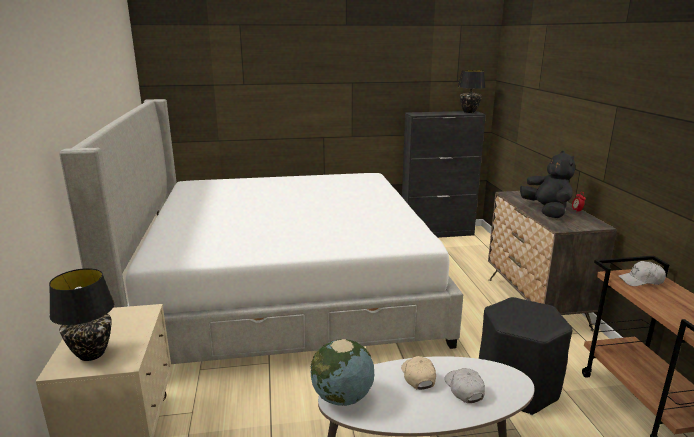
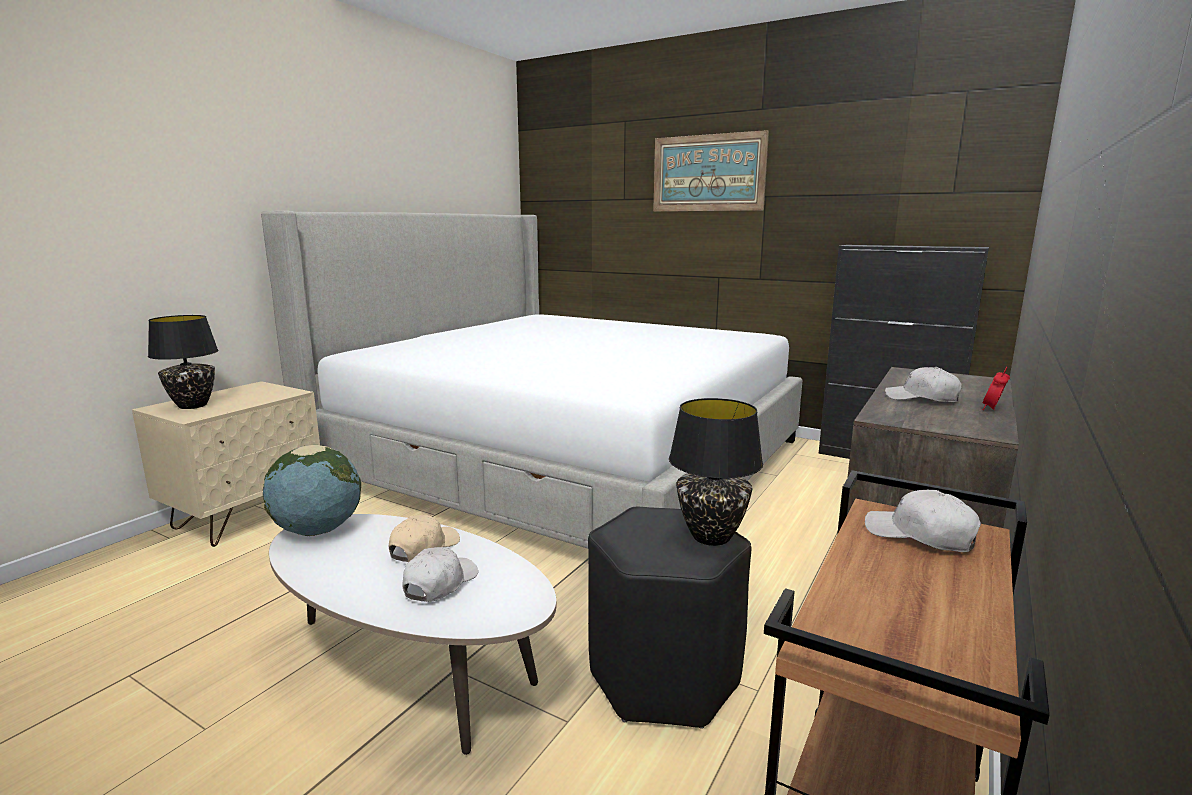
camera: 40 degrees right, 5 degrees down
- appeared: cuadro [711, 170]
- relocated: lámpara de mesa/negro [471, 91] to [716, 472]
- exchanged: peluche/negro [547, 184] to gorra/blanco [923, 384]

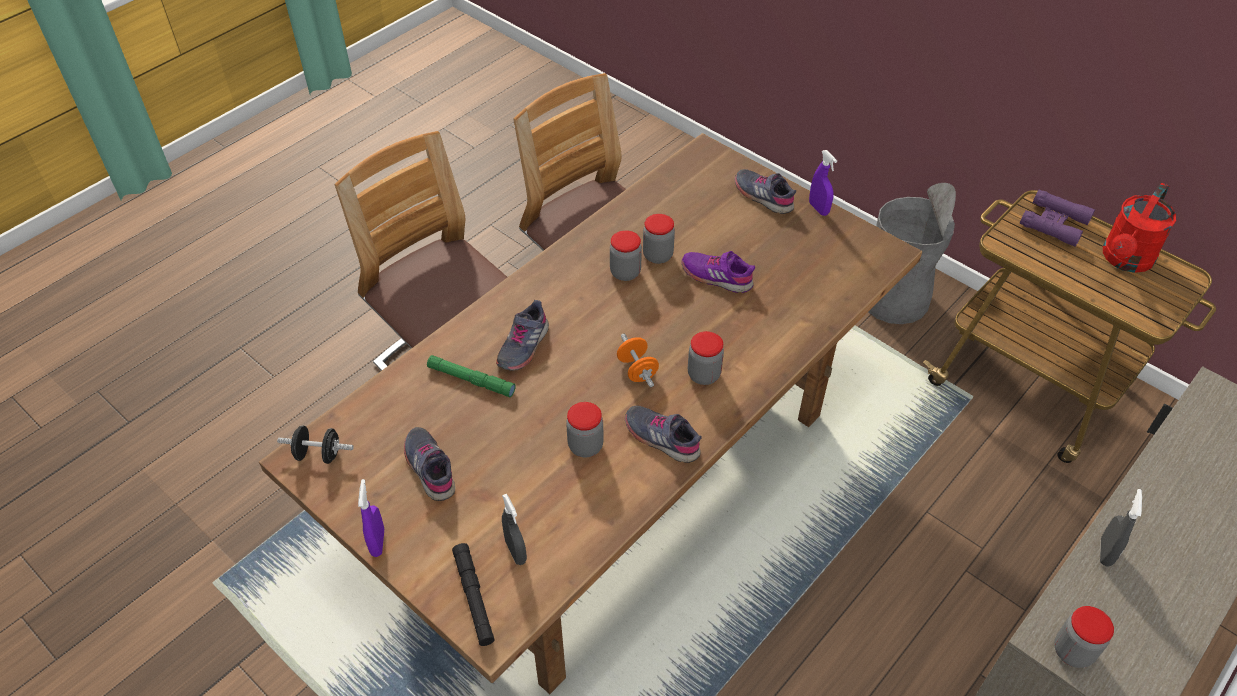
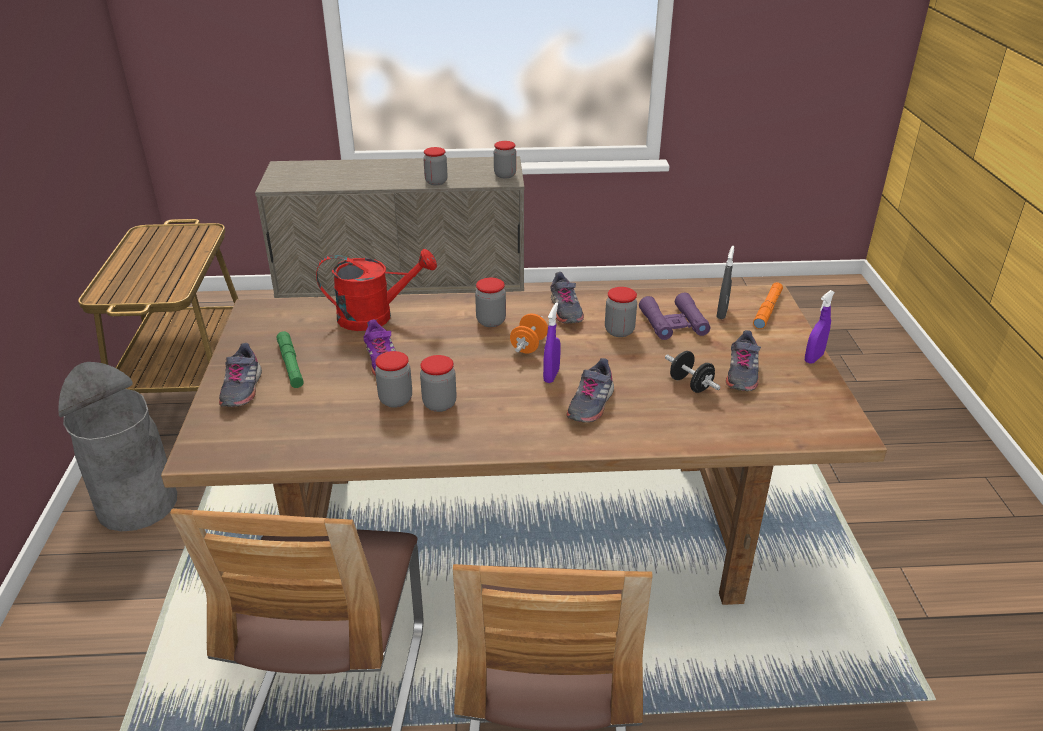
camera: 135 degrees left, 15 degrees down
- relocated: linterna/verde [471, 376] to [290, 359]
- relocated: regadera/rojo [1139, 228] to [376, 290]
- exchanged: pulverizador/gris [1121, 528] to tarro [435, 166]
- relocated: pulverizador/morado [823, 183] to [552, 342]
- spun: zapato/gris [522, 335] = [590, 390] 135 degrees clockwise
- relocated: prismáticos/morado [1057, 218] to [674, 316]
- relocated: mancuerna/negro [315, 444] to [693, 372]
- colour: linterna/negro [473, 594] to linterna/naranja [768, 305]

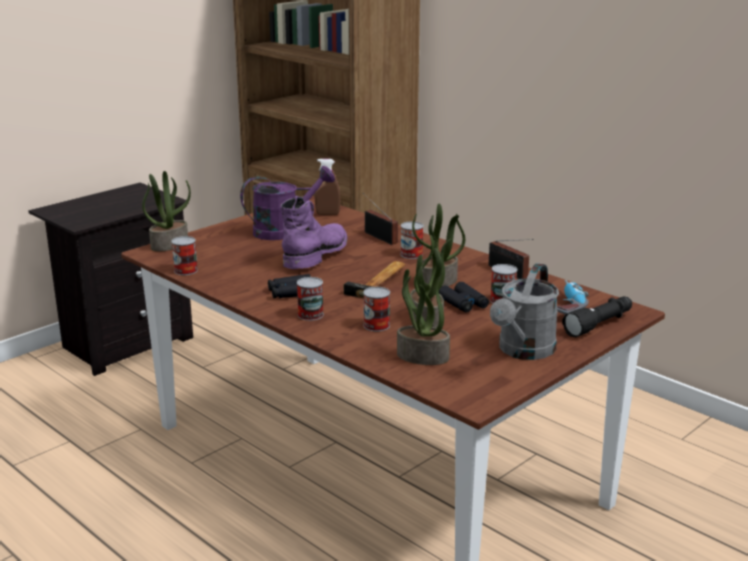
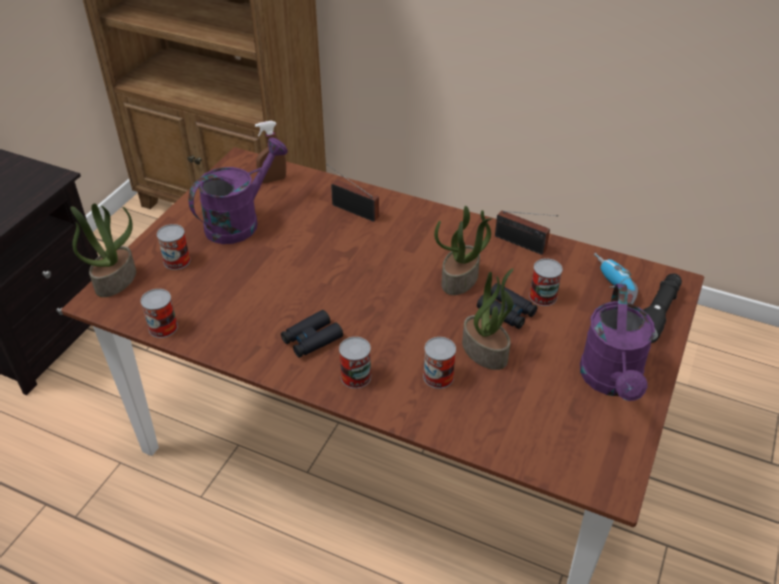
camera: 20 degrees left, 20 degrees up
- relocated: lata [411, 240] to [173, 247]
- colour: regadera/gris [524, 311] to regadera/morado [617, 342]
- missing: bota/morado [314, 232]
- missing: martillo [375, 279]
- missing: planta en maceta [423, 315]

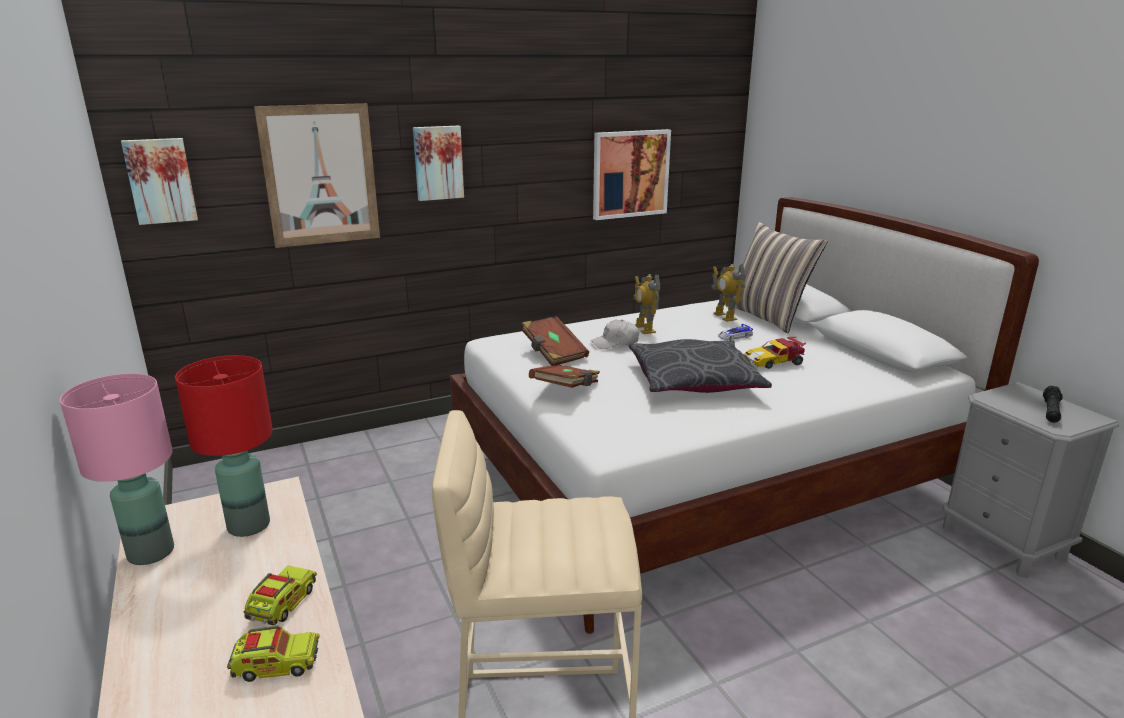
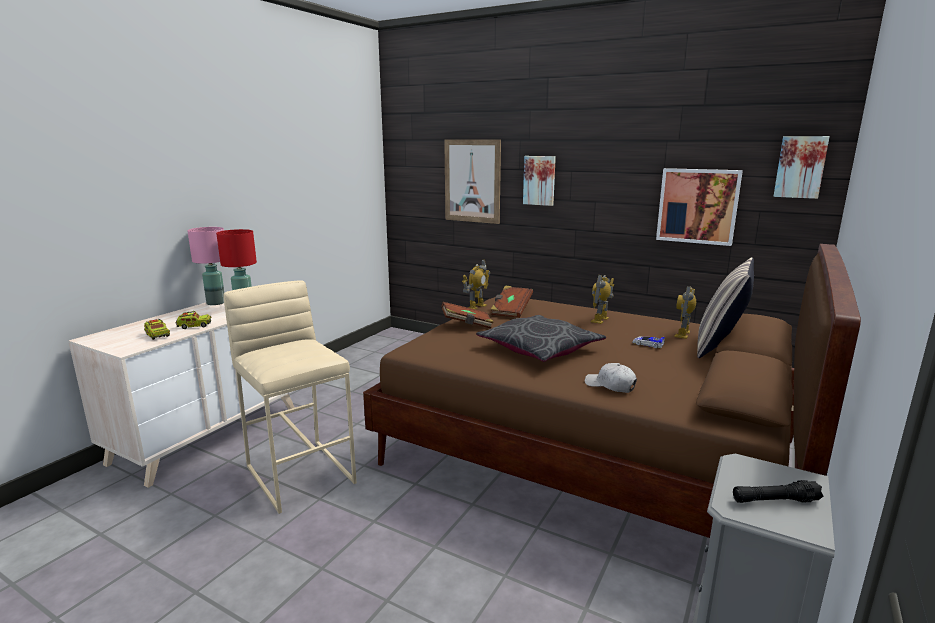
camera: 55 degrees right, 5 degrees down
- colour: cama/blanco [744, 415] to cama/marrón [612, 391]
- appeared: robot de juguete [476, 284]
- relocated: gorra/blanco [614, 334] to [611, 378]
- relocated: cuadro [159, 181] to [801, 167]
- missing: coche de juguete [776, 353]

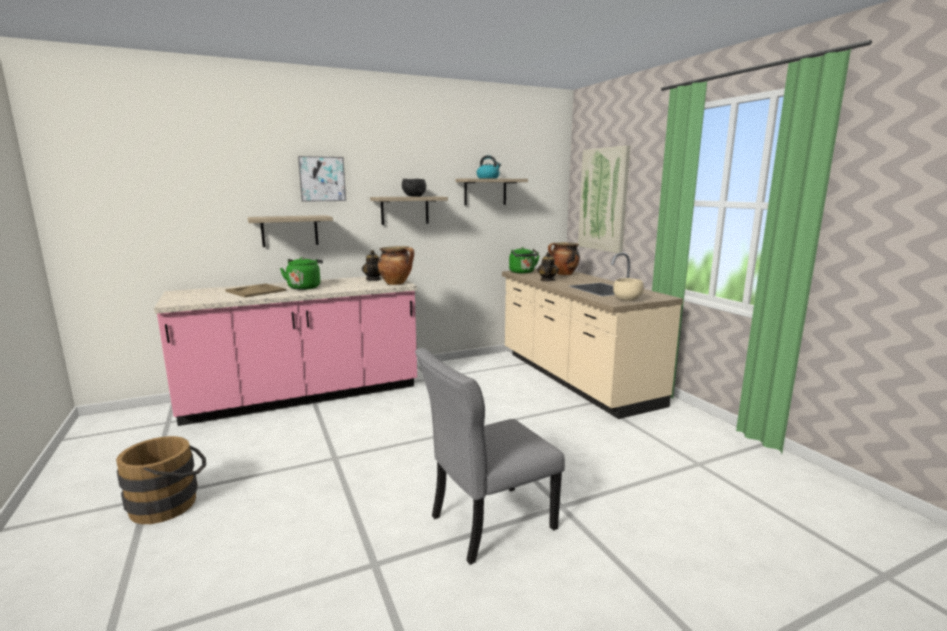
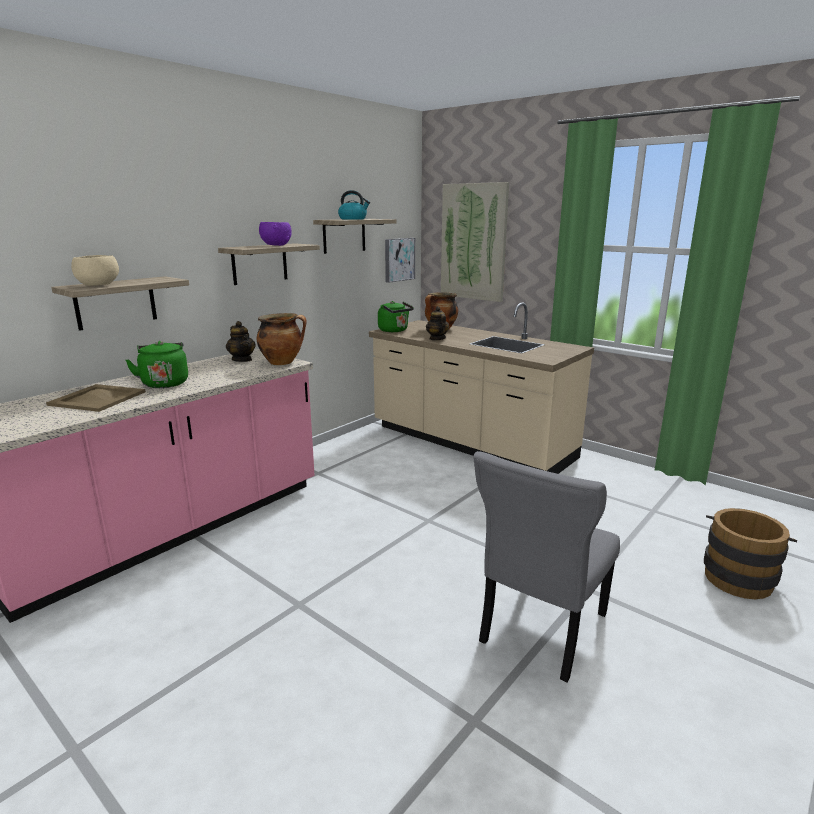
camera: 25 degrees left, 5 degrees up
- relocated: cuenco/beis [628, 289] to [95, 270]
- colour: cuenco/negro [414, 188] to cuenco/morado [275, 234]
- relocated: cuadro [322, 179] to [400, 260]
- relocated: cubo/marrón [161, 480] to [750, 553]

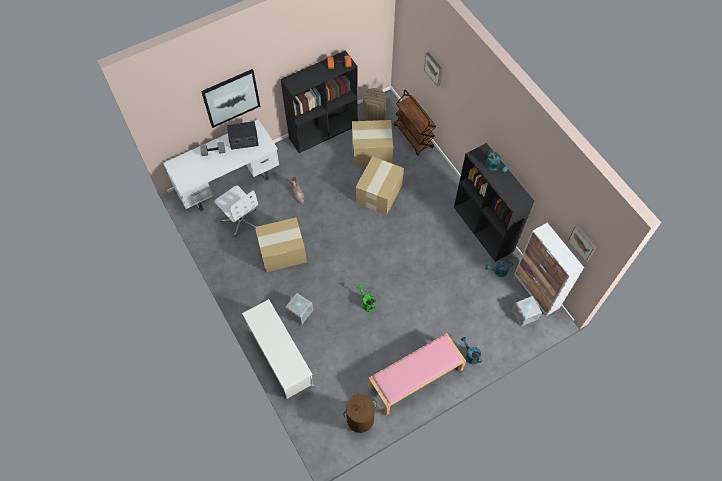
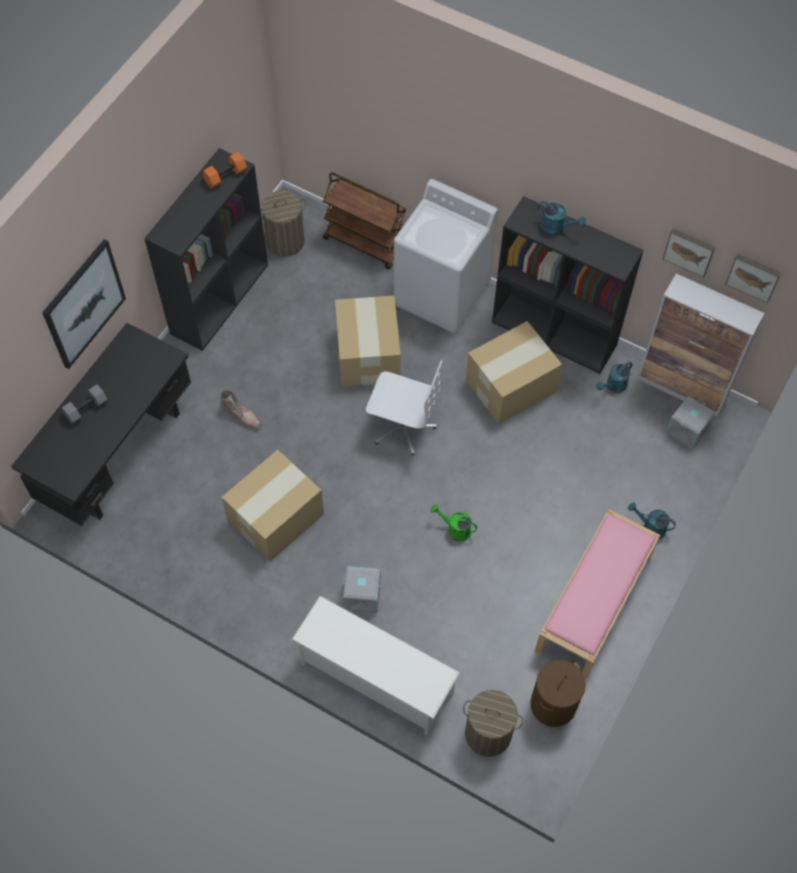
camera: 30 degrees left, 0 degrees up
- colour: escritorio/blanco [221, 165] to escritorio/negro [101, 424]
- relocated: silla de oficina/blanco [236, 211] to [404, 407]
- appeared: lavadora/blanco [446, 256]
- appeared: cesto de la ropa [493, 723]
- relocated: caja de cartón [372, 143] to [514, 372]
- relocated: cuadro [433, 69] to [689, 253]
- missing: radio [242, 135]

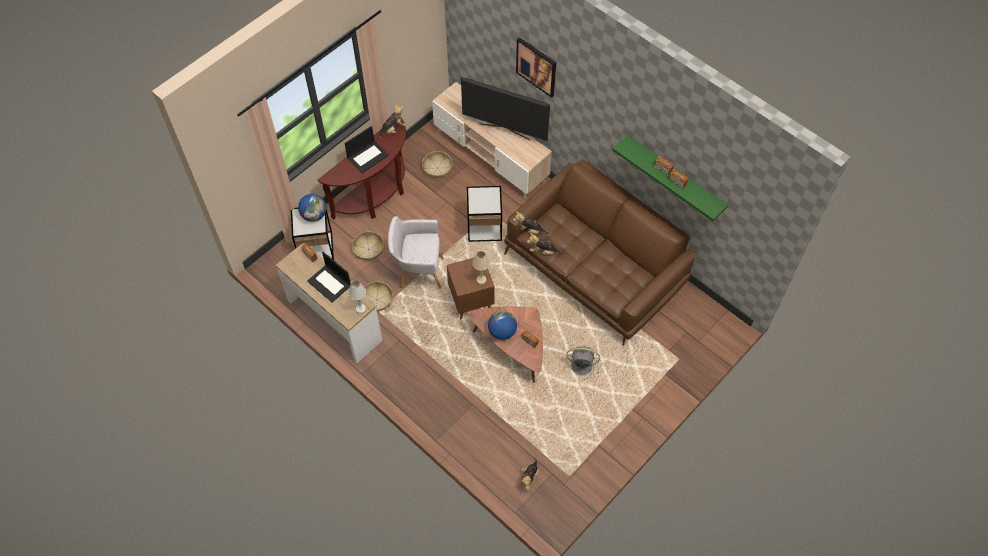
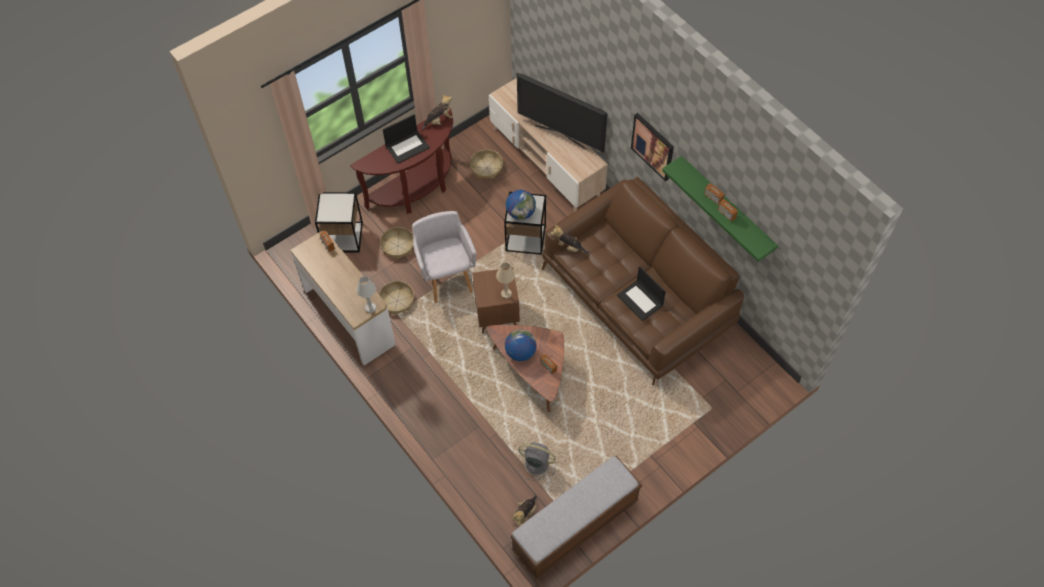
camera: 10 degrees right, 0 degrees up
- spun: sillón/gris [416, 252] = [444, 257] 60 degrees clockwise
- relocated: globo terráqueo [312, 208] to [521, 205]
- appeared: banco [576, 517]
- relocated: ventilador/gris [583, 363] to [536, 461]
- relocated: portátil [329, 277] to [641, 293]
- relocated: cuadro [536, 67] to [652, 147]
- missing: peluche [545, 244]

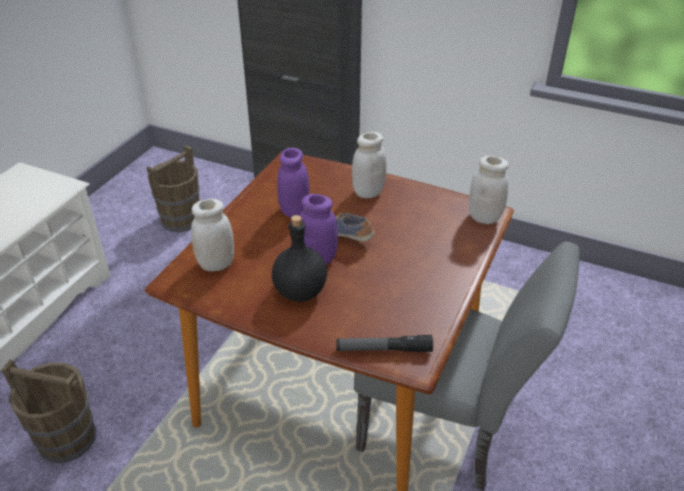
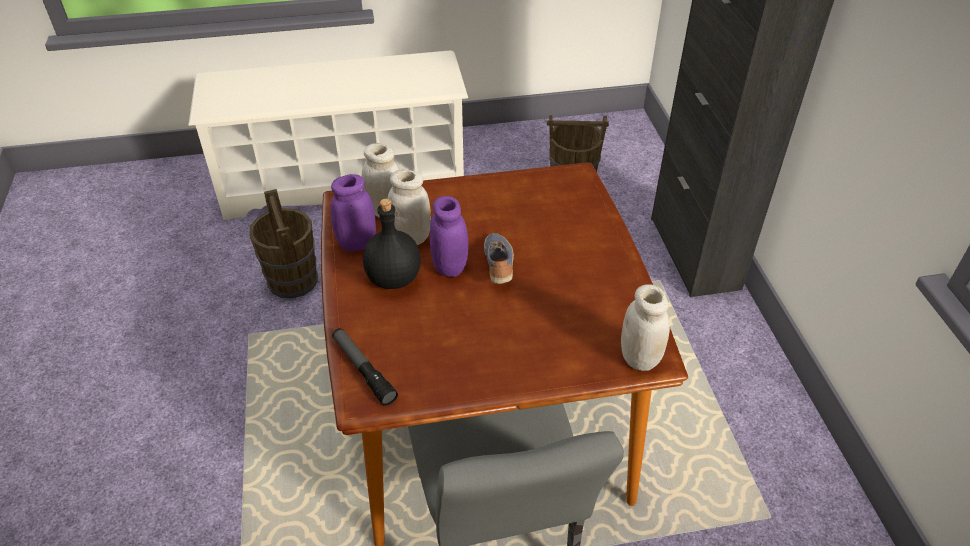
camera: 55 degrees right, 5 degrees up
- relocated: tarro/morado [293, 182] to [353, 213]
- relocated: tarro/blanco [369, 165] to [409, 207]

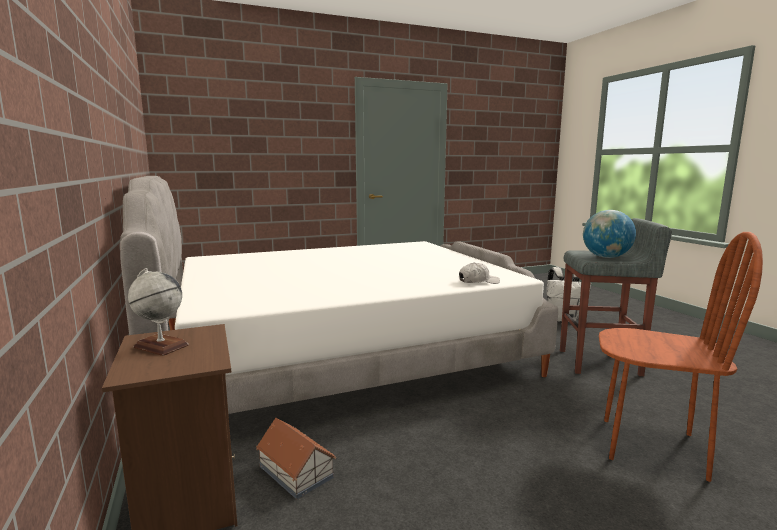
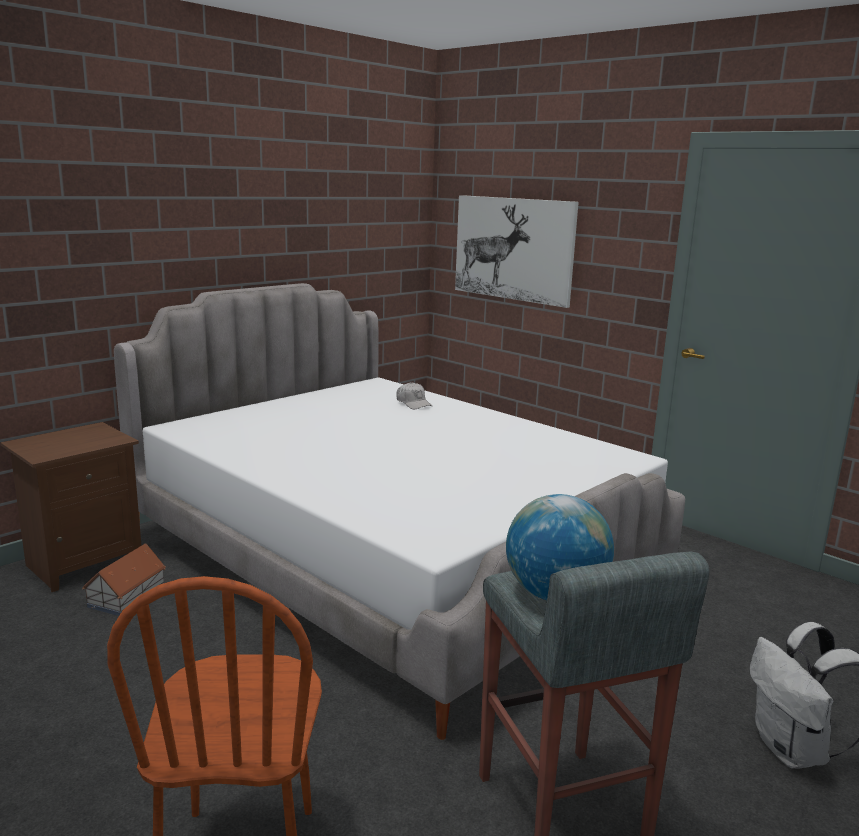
camera: 65 degrees right, 5 degrees up
- relocated: gorra/blanco [479, 273] to [414, 395]
- appeared: cuadro [517, 251]
- missing: globo terráqueo [158, 312]

